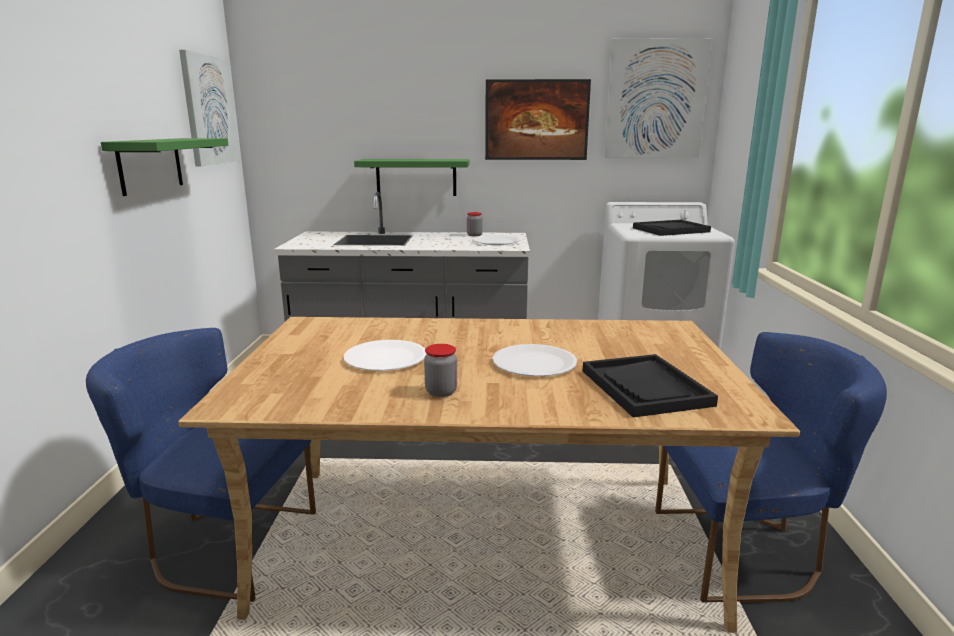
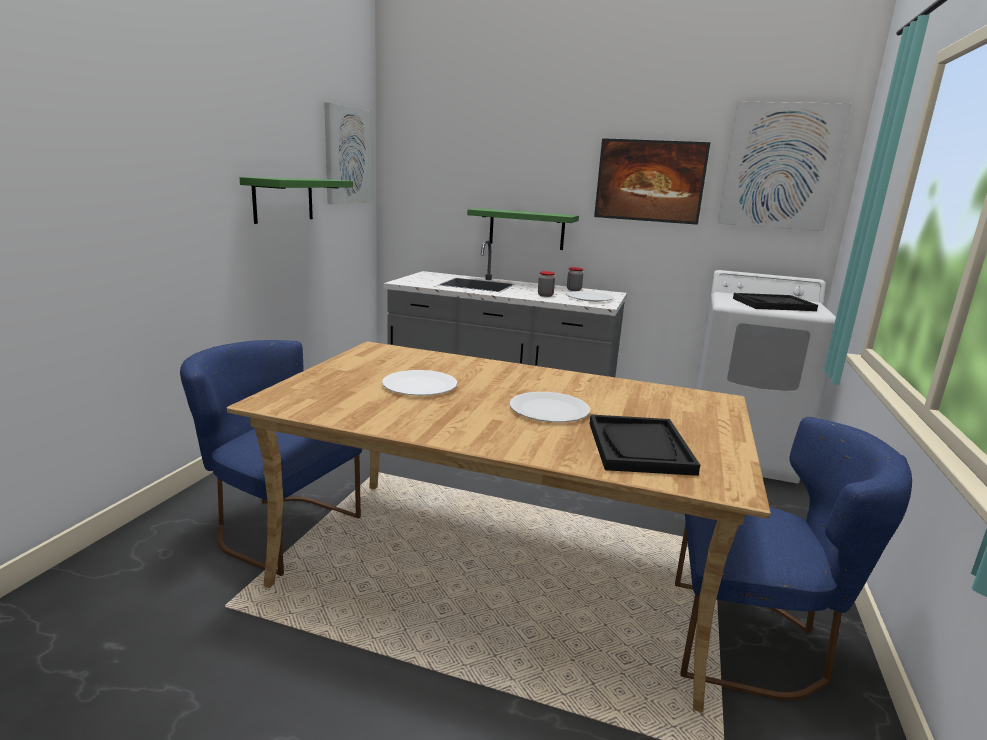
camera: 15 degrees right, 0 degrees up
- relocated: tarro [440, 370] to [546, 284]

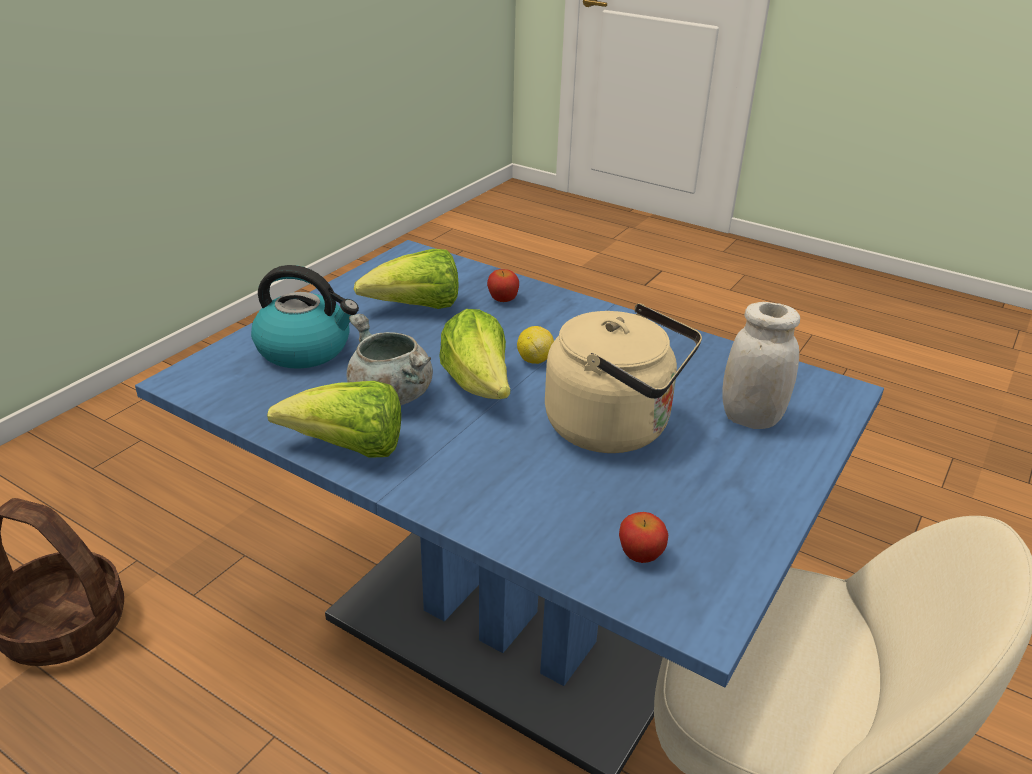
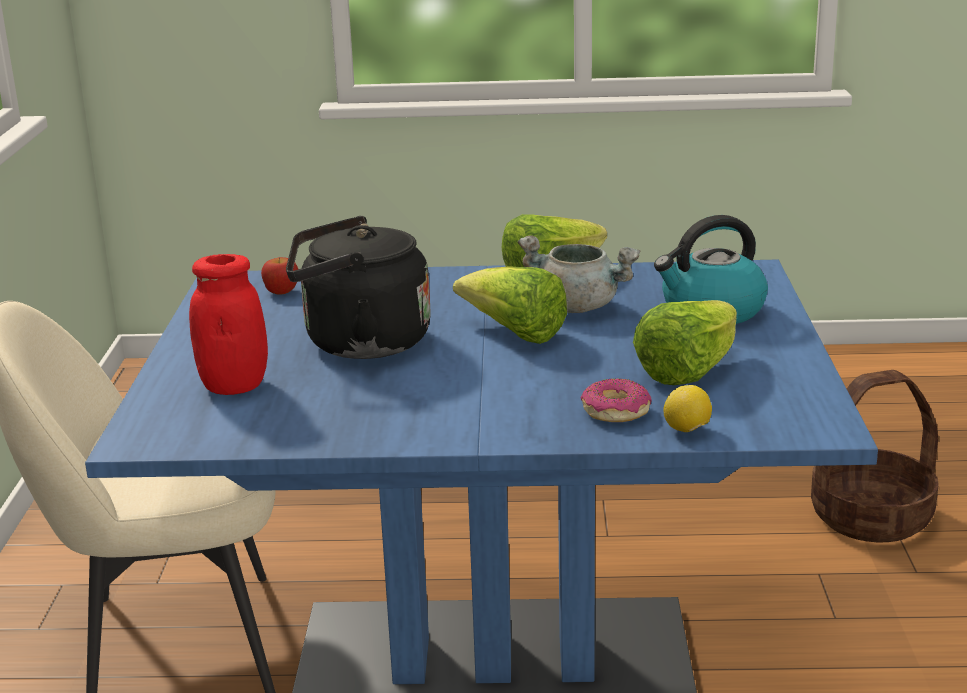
camera: 150 degrees right, 10 degrees down
- colour: tarro/blanco [761, 365] to tarro/rojo [228, 324]
- colour: hervidor/beis [623, 378] to hervidor/negro [358, 287]
- exchanged: manzana [503, 285] to rosquilla [616, 400]
- relocated: limón [535, 345] to [687, 408]

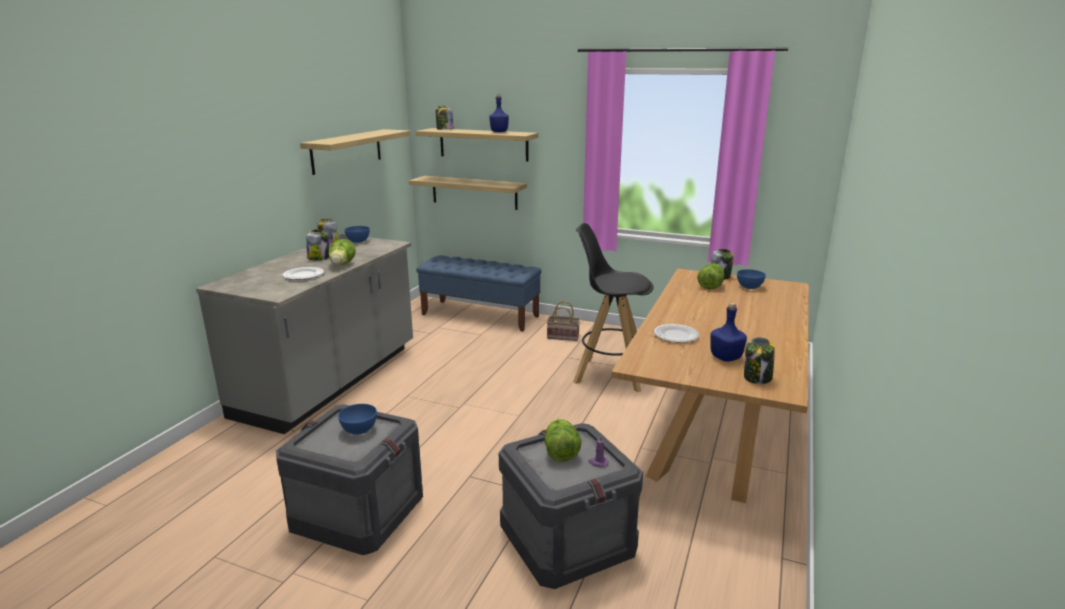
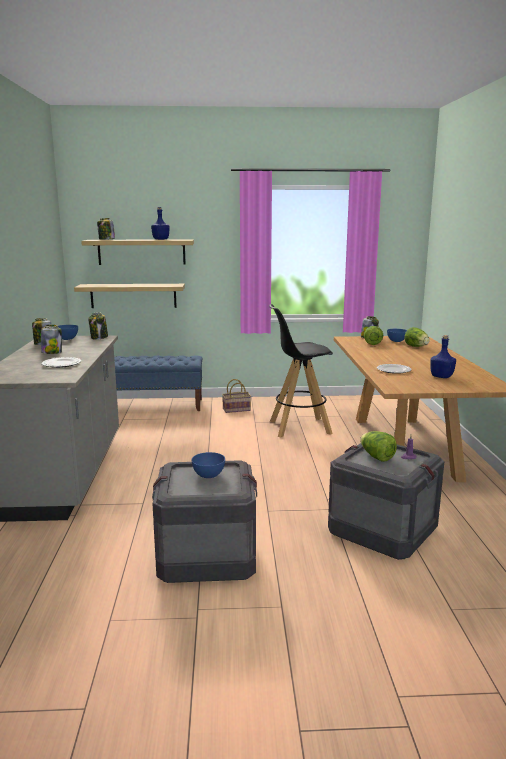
camera: 25 degrees left, 5 degrees down
- relocated: tarro [759, 360] to [98, 326]
- relocated: lechuga [342, 252] to [417, 337]
- missing: estante [355, 152]

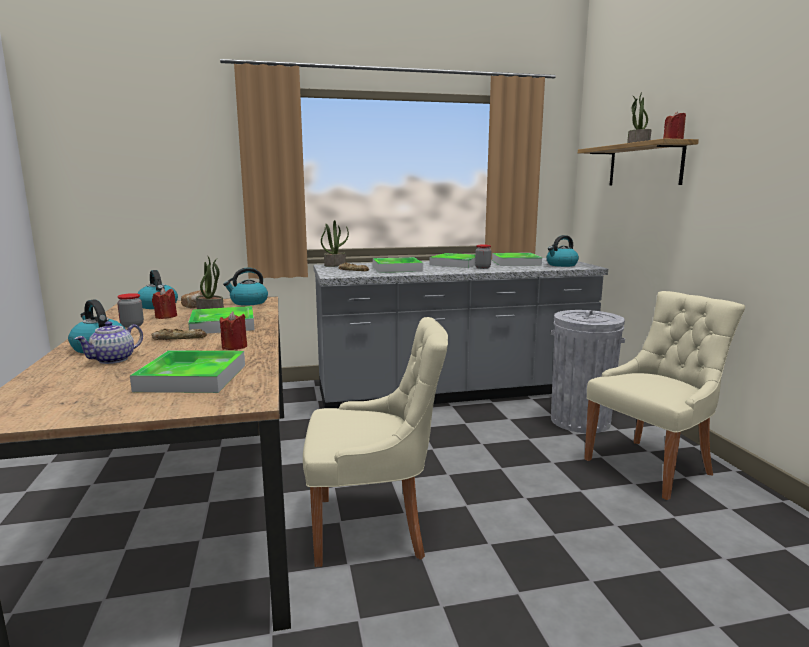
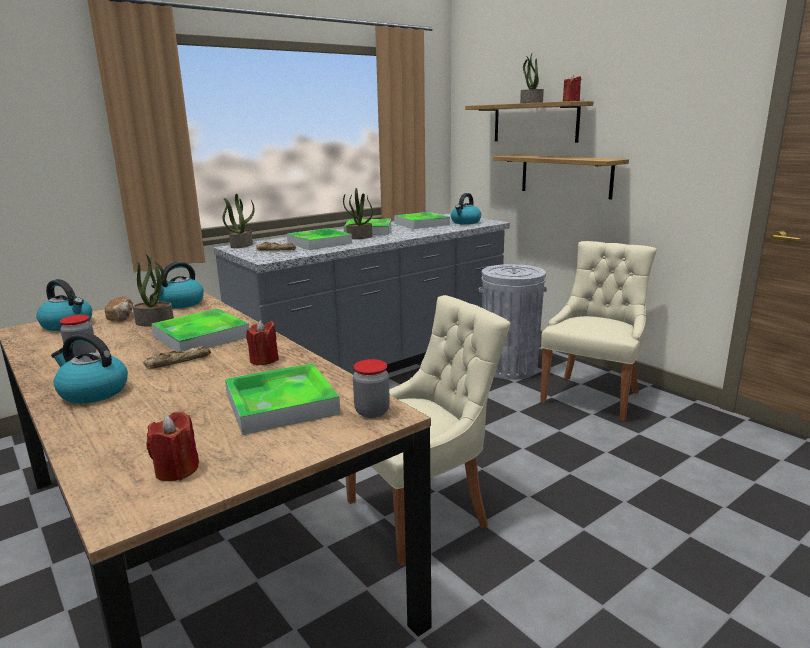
camera: 25 degrees left, 5 degrees up
- relocated: vela/rojo [164, 303] to [173, 446]
- appeared: planta en maceta [358, 213]
- relocated: tarro [483, 256] to [371, 388]
- appeared: estante [561, 177]
- missing: tetera [108, 342]

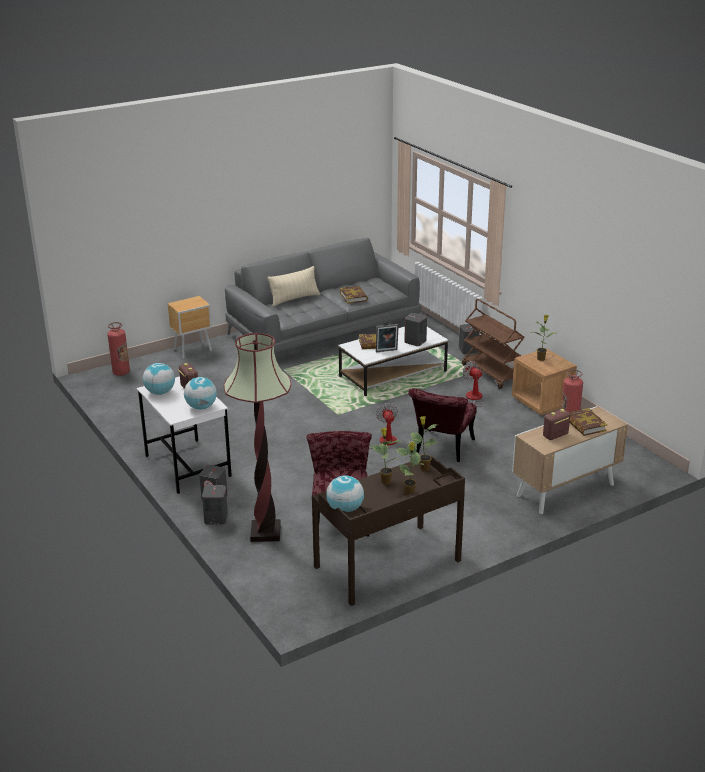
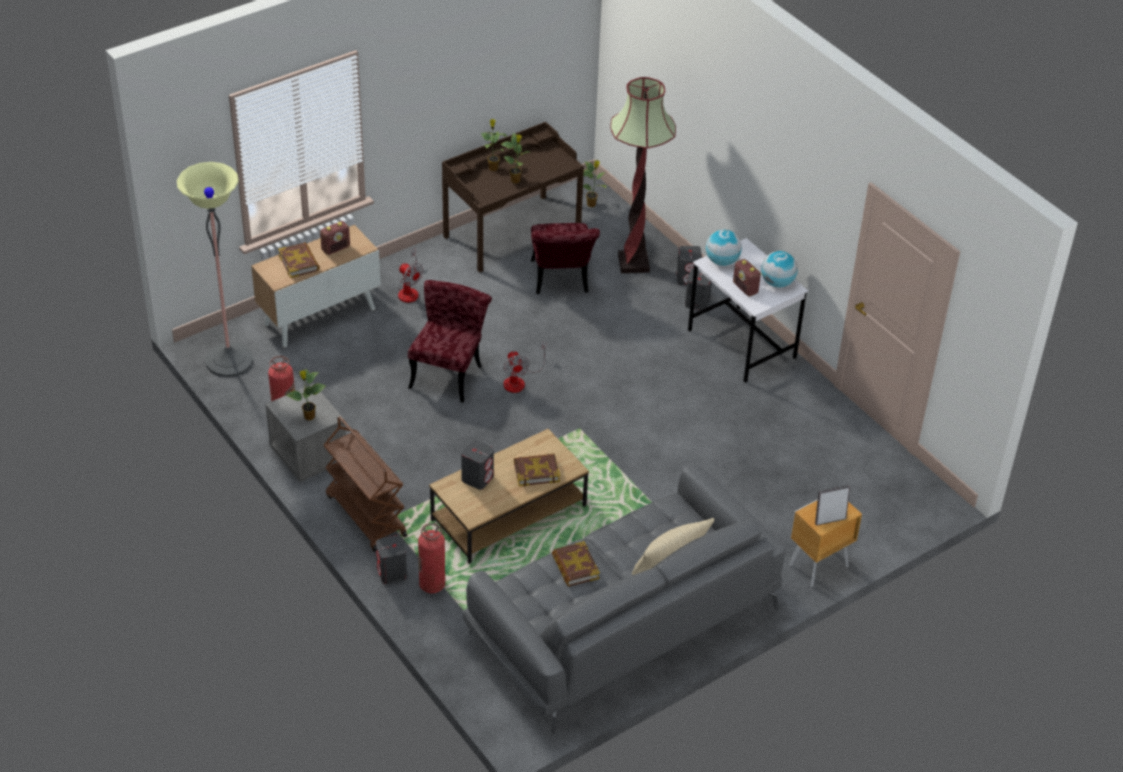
camera: 175 degrees right, 15 degrees up
- appeared: lámpara de pie [215, 269]
- colour: mesita de noche/marrón [544, 381] to mesita de noche/gris [305, 432]
- relocated: ventilador [473, 384] to [410, 276]
- relocated: extintor [118, 349] to [431, 558]
- colour: mesa de centro/blanco [393, 361] to mesa de centro/marrón [509, 496]
- relocated: planta en maceta [424, 443] to [594, 183]
- relocated: portarretratos [387, 338] to [832, 505]
- missing: globo terráqueo [345, 493]

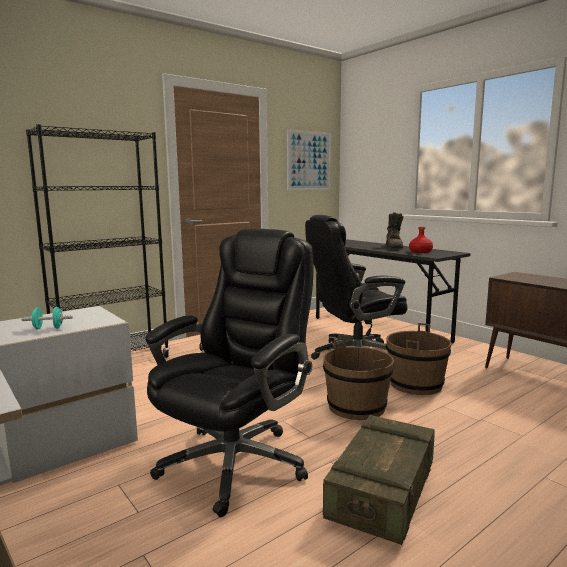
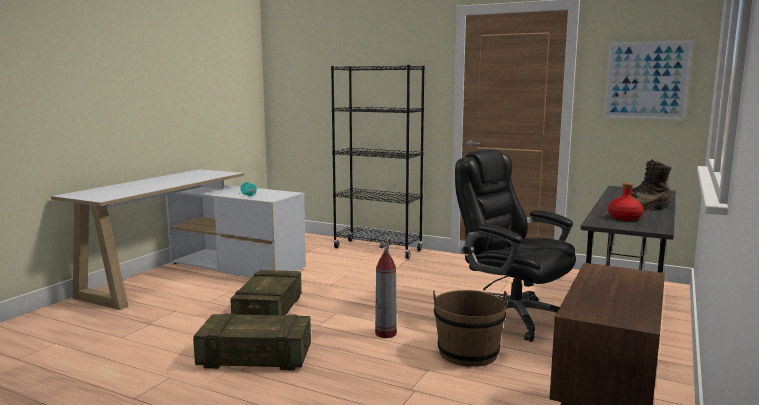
camera: 65 degrees right, 0 degrees up
- exchanged: silla de oficina/negro [229, 373] to caja de embalaje [266, 293]
- exchanged: cubo/marrón [358, 379] to extintor [386, 287]

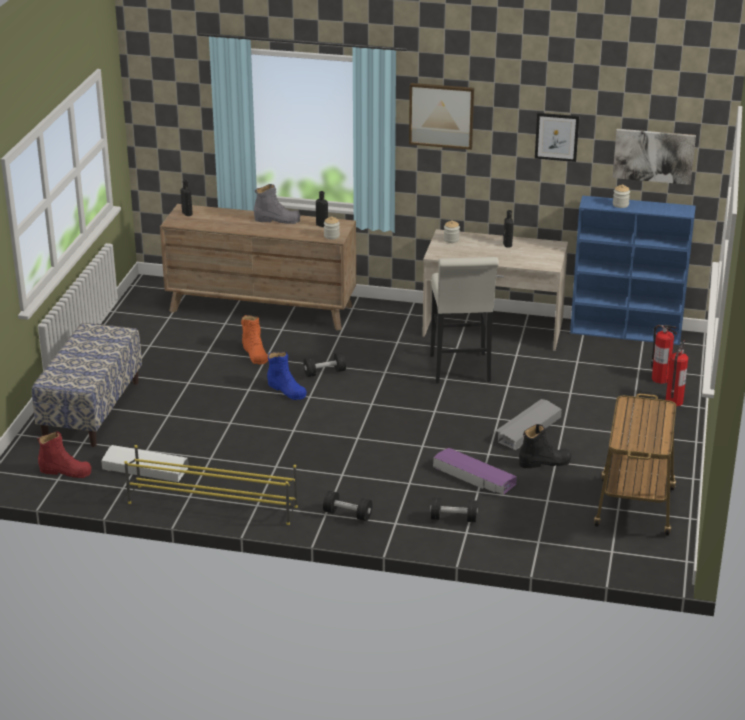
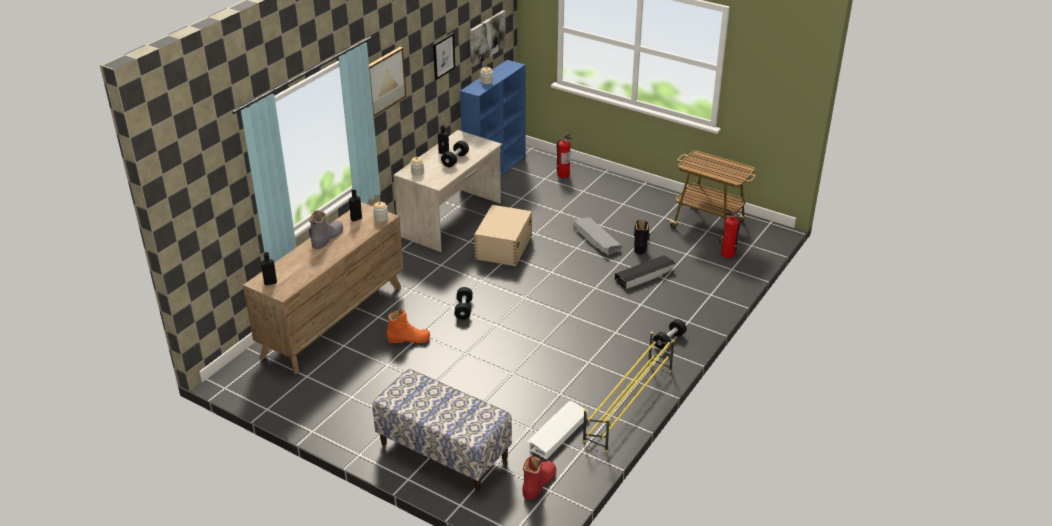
camera: 70 degrees left, 5 degrees up
- relocated: mancuerna/negro [454, 510] to [455, 154]
- exchanged: taburete/blanco [464, 320] to caja de almacenaje/beis [503, 235]
- colour: caja de almacenaje/morado [475, 471] to caja de almacenaje/negro [645, 272]
- relocated: extintor [677, 373] to [731, 233]
- missing: bota/azul [287, 376]

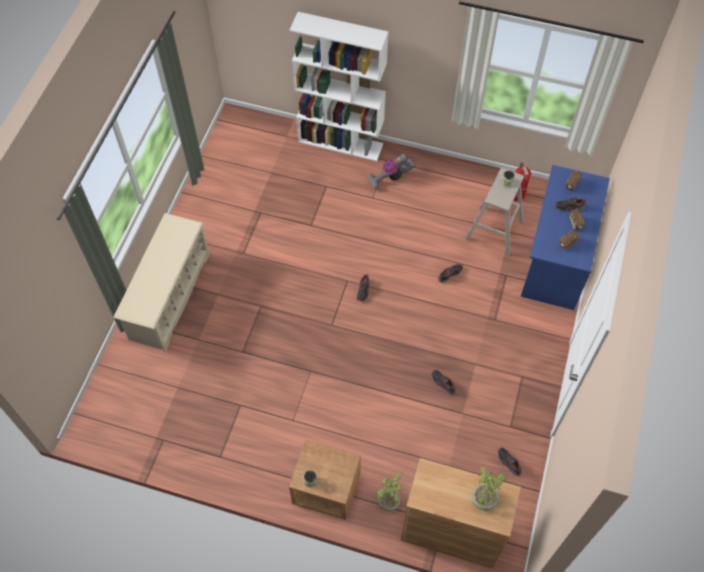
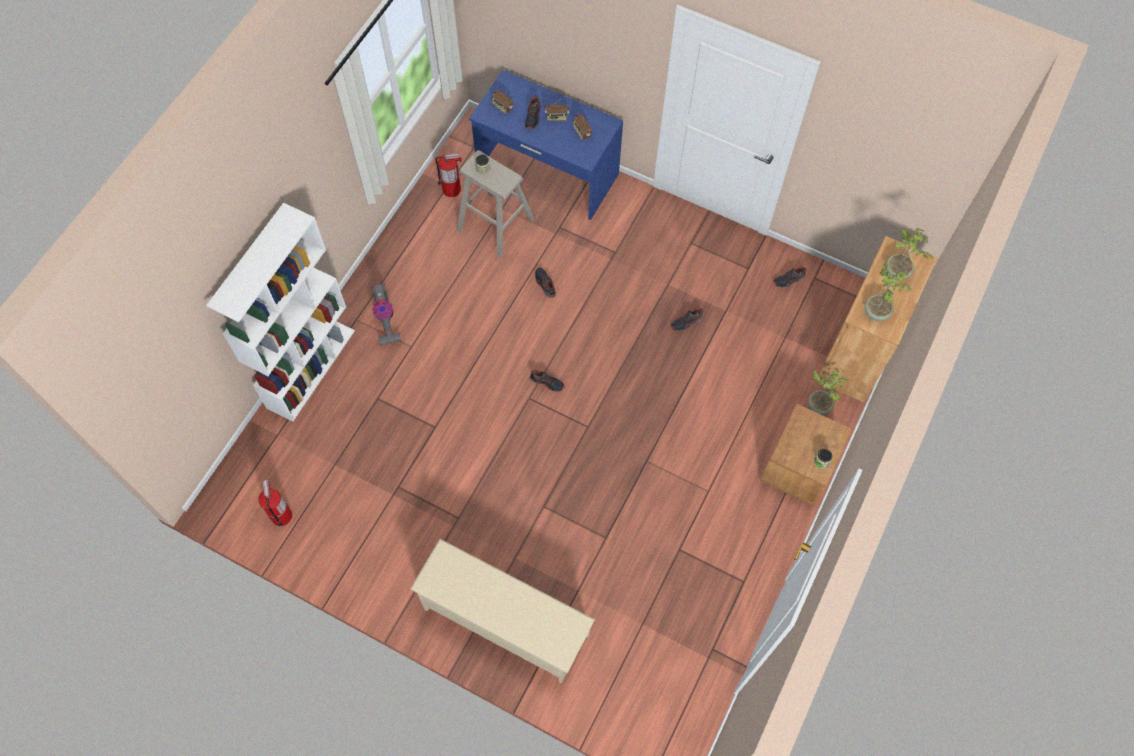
camera: 80 degrees left, 5 degrees up
- appeared: extintor [275, 503]
- appeared: planta en maceta [888, 292]

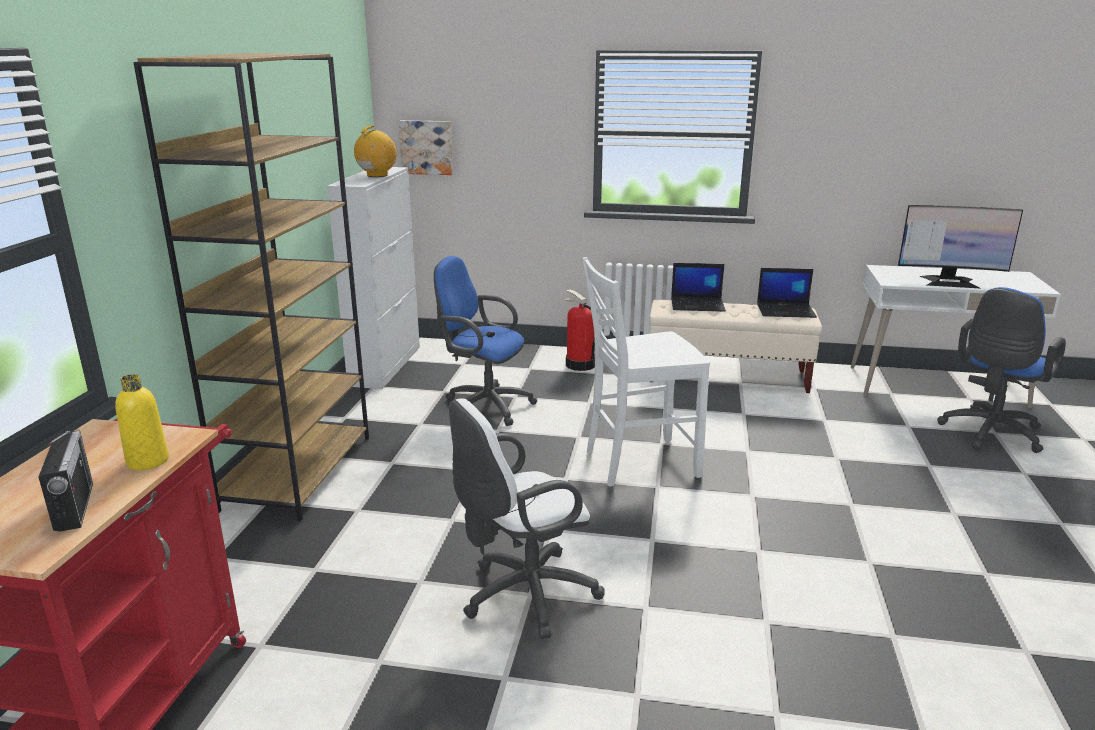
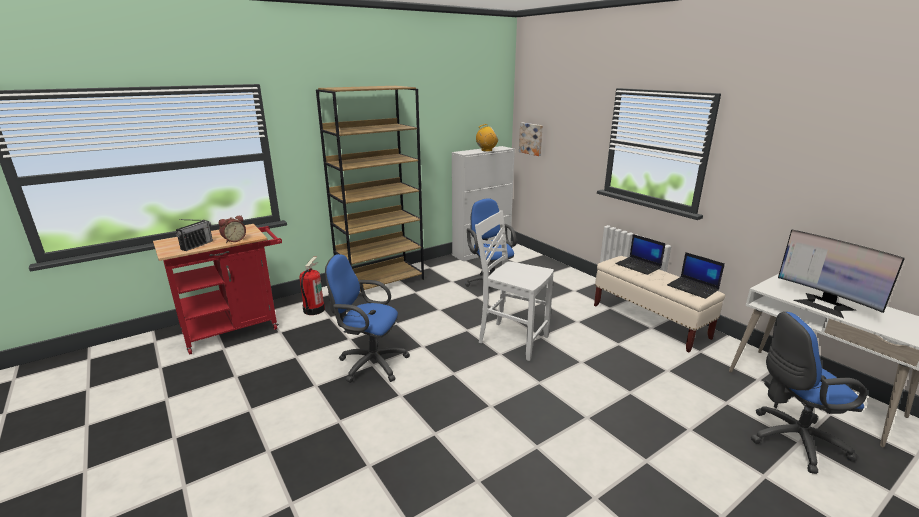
camera: 45 degrees right, 0 degrees up
- exchanged: botella/amarillo [142, 422] to despertador [232, 229]
- relocated: extintor [579, 330] to [312, 286]
- colour: silla de oficina/blanco [527, 518] to silla de oficina/azul [367, 318]

